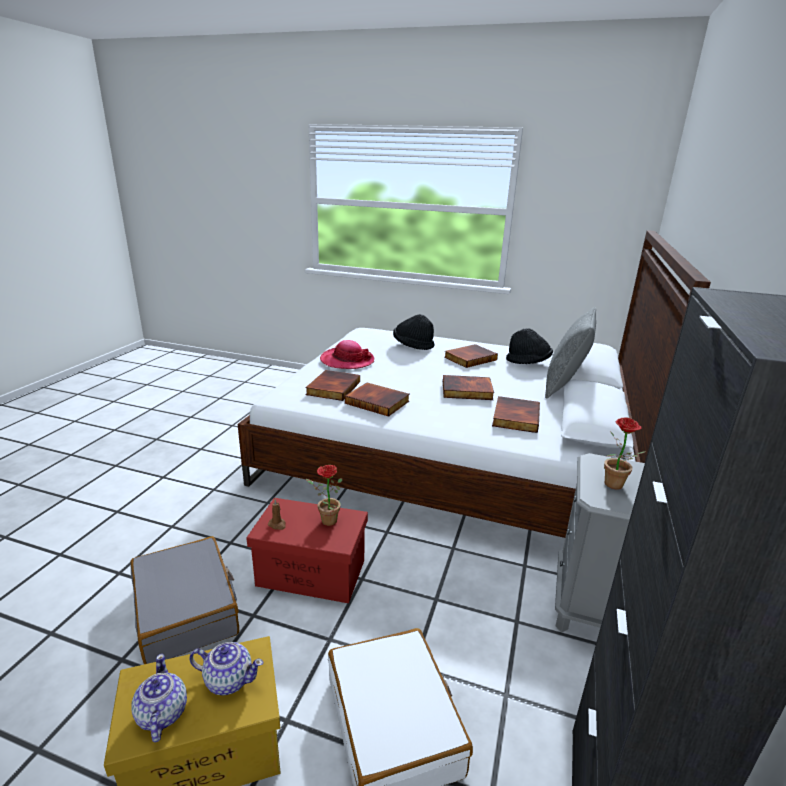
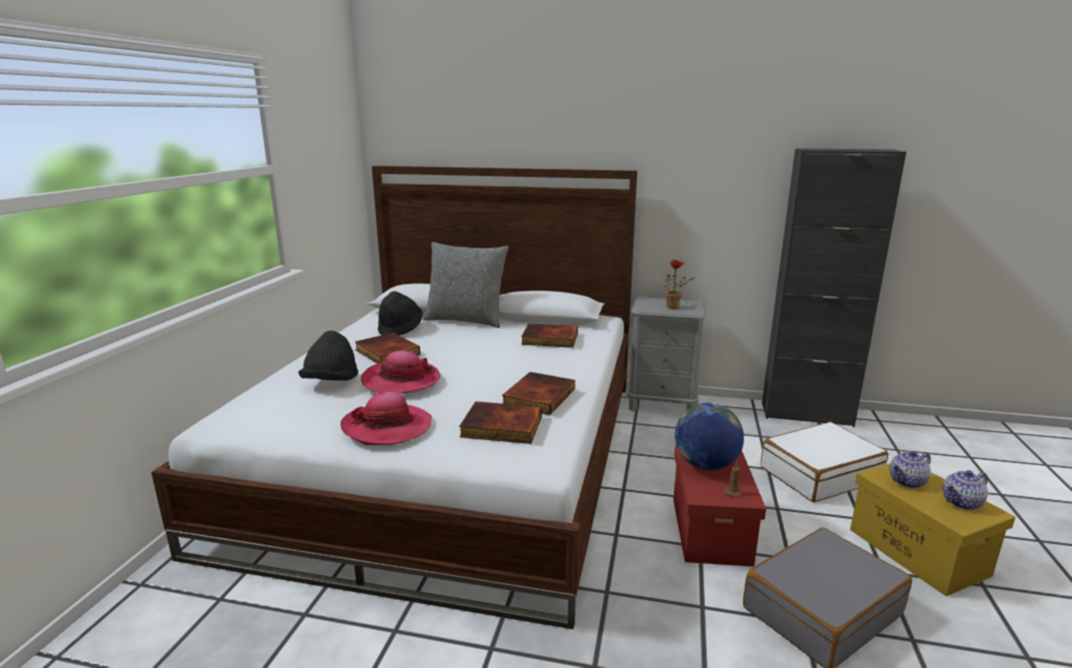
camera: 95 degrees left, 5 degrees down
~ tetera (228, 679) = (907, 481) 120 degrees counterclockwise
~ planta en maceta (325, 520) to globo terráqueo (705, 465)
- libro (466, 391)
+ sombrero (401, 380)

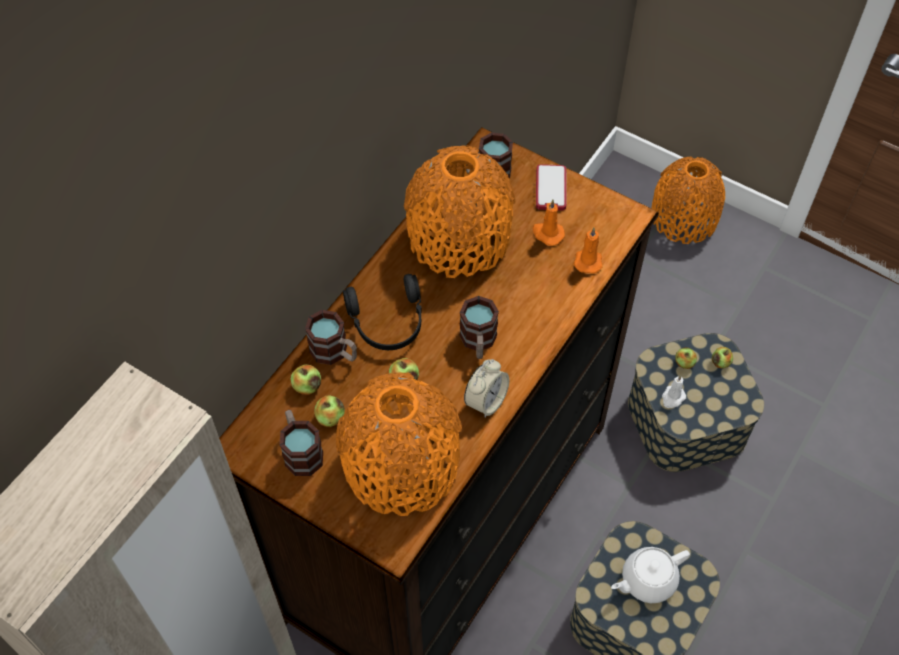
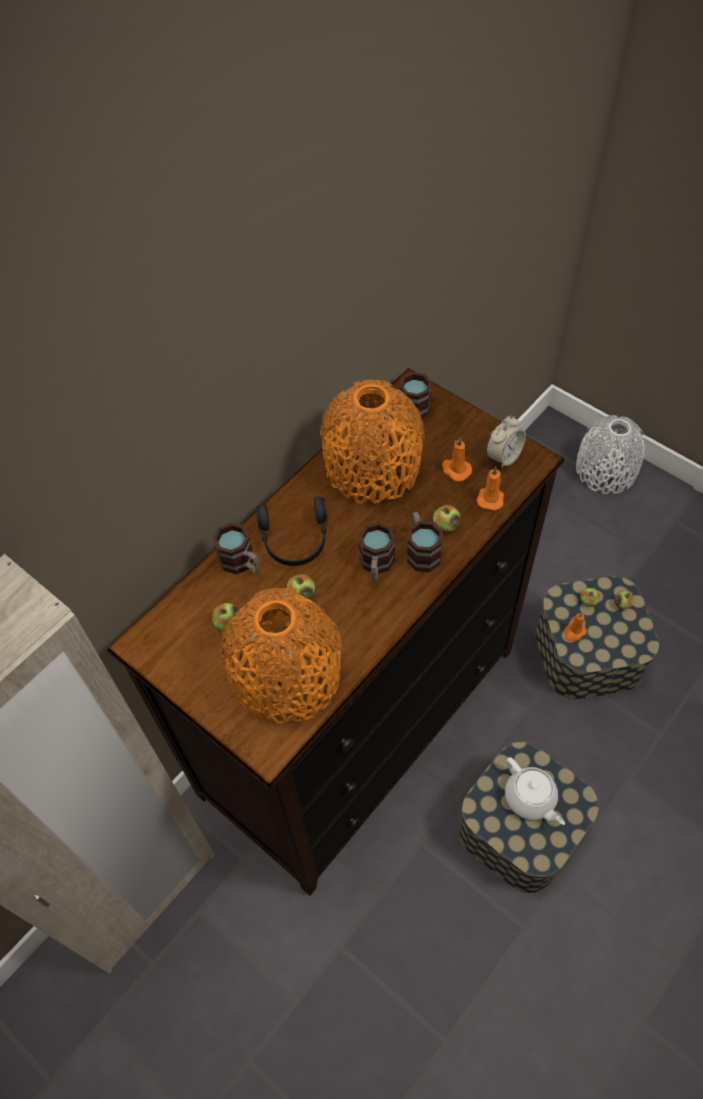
camera: 10 degrees right, 0 degrees up
~ taza grande (301, 451) to (421, 550)
~ manzana (307, 386) to (445, 525)
~ despertador (486, 401) to (503, 456)
- móvil (551, 188)
~ tetera/blanco (647, 580) = (530, 798) 105 degrees counterclockwise
~ florero/naranja (684, 218) to florero/blanco (605, 470)
~ vela/blanco (672, 398) to vela/naranja (574, 632)

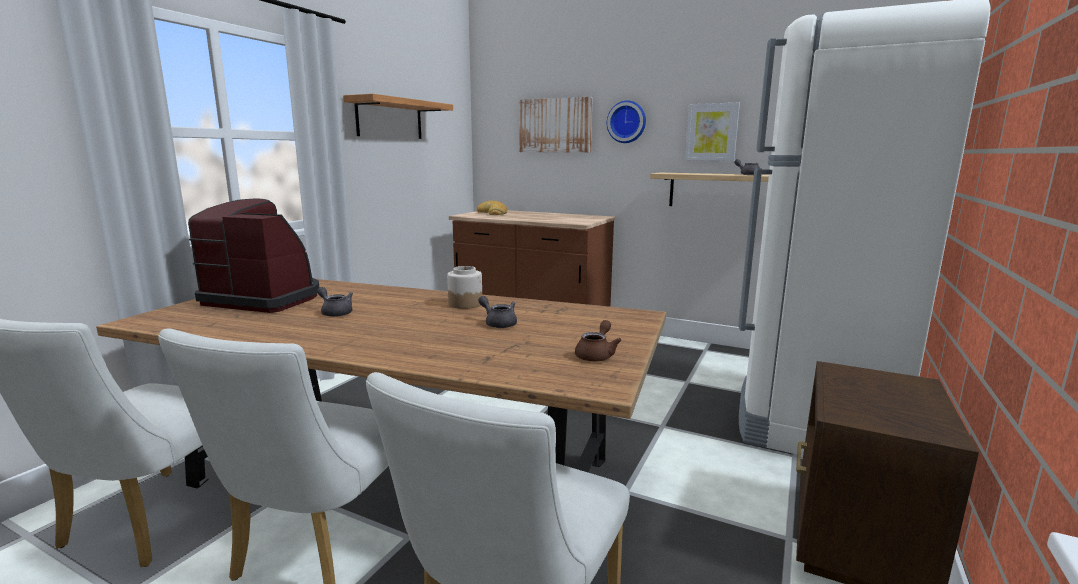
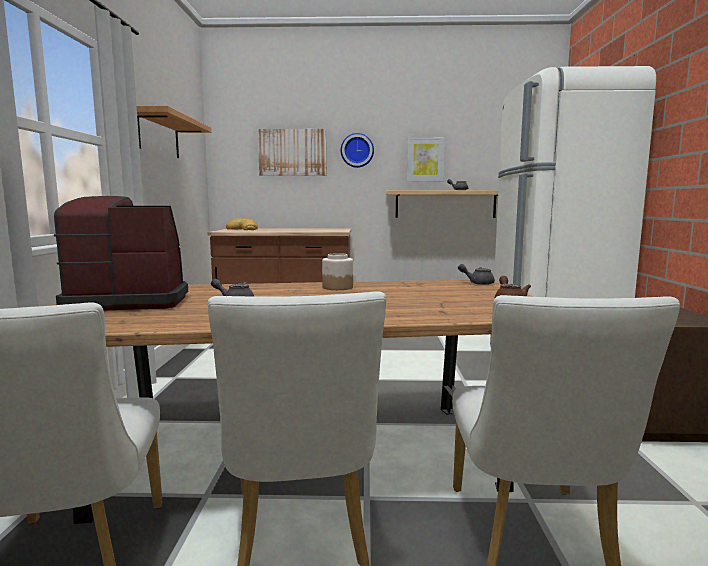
camera: 25 degrees left, 5 degrees down
~ tetera/gris (498, 323) to (477, 283)

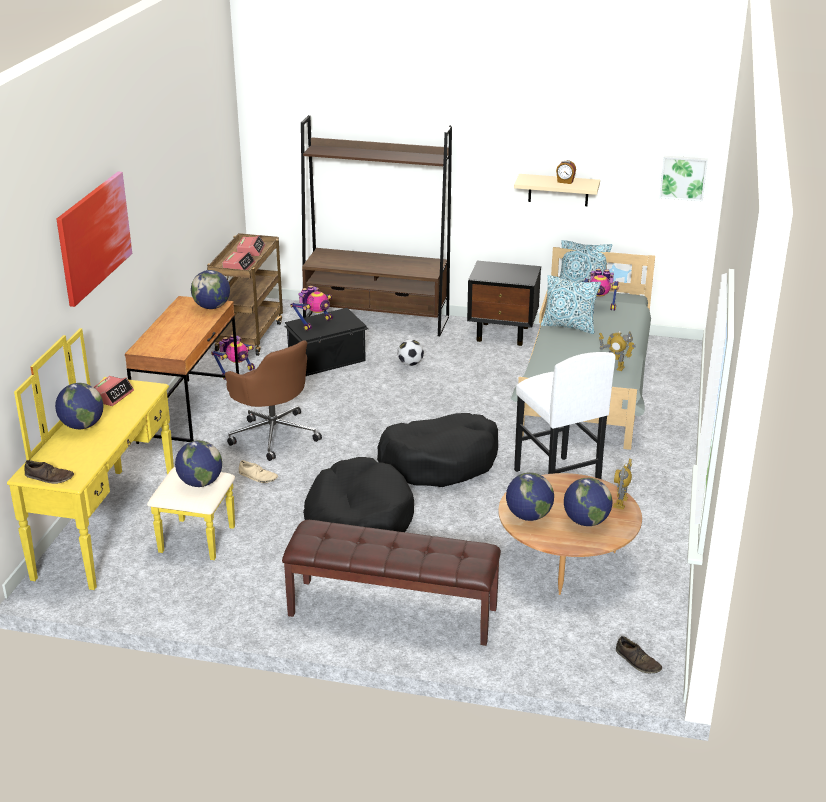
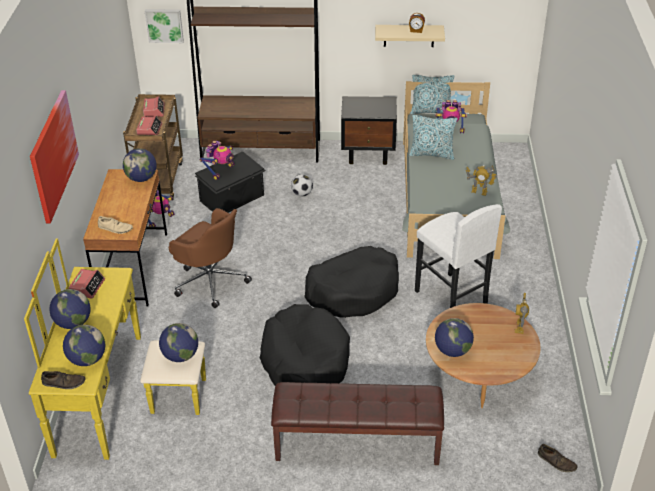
camera: 10 degrees left, 10 degrees up
~ zapato/beis (258, 477) to (115, 228)
~ globo terráqueo (586, 521) to (87, 359)
~ cuadro (683, 177) to (164, 25)

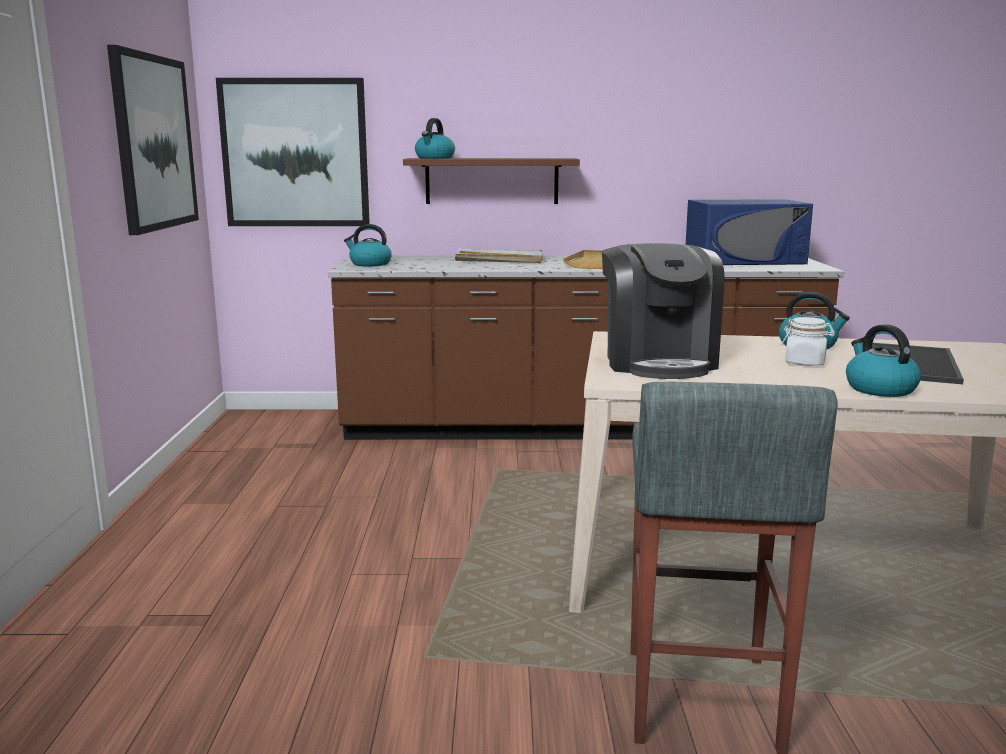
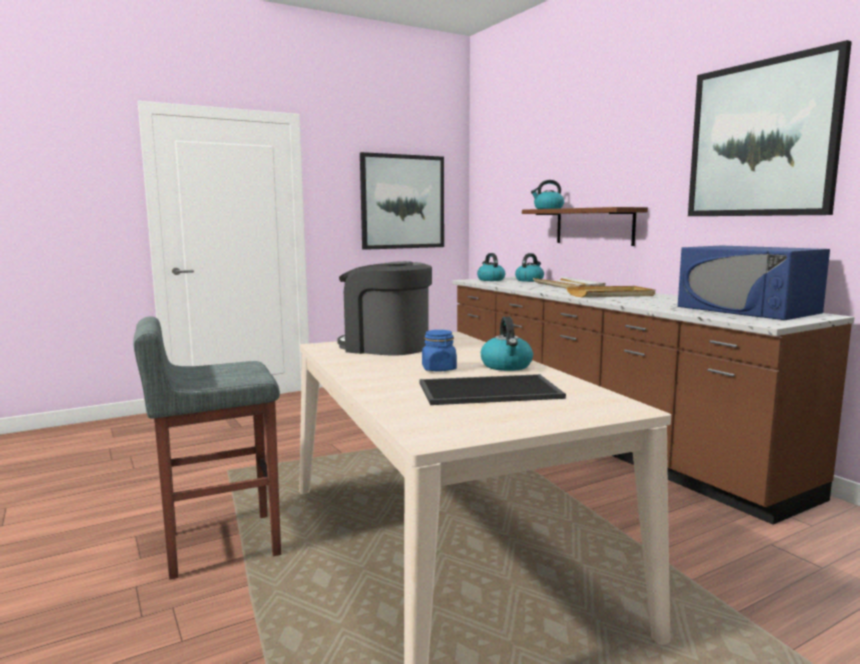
camera: 60 degrees right, 5 degrees down
~ cuadro (295, 153) to (761, 139)
~ cafetera (658, 362) = (385, 347) 60 degrees clockwise
~ tarro/blanco (805, 362) to tarro/azul (439, 369)
~ hervidor (879, 389) to (529, 280)

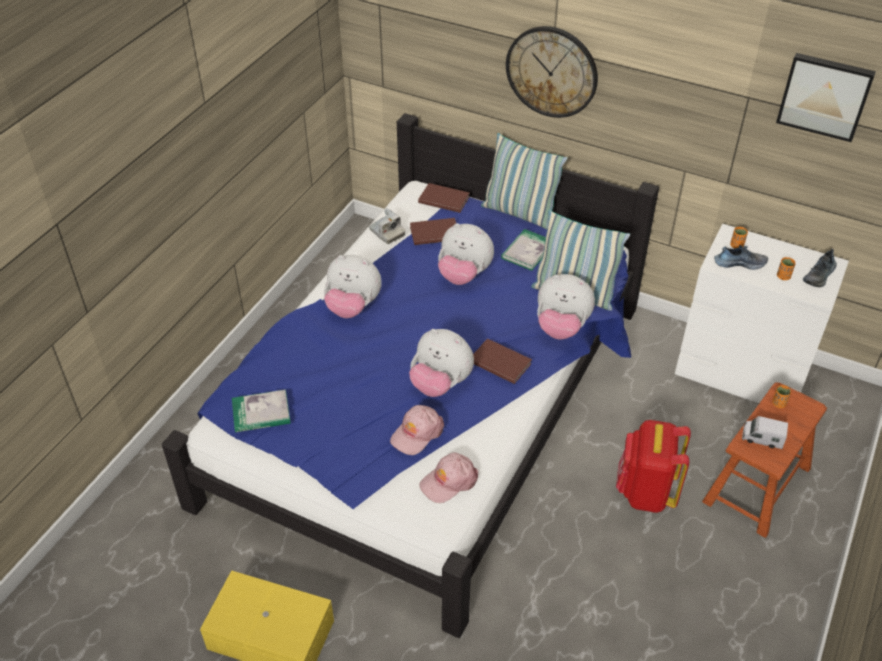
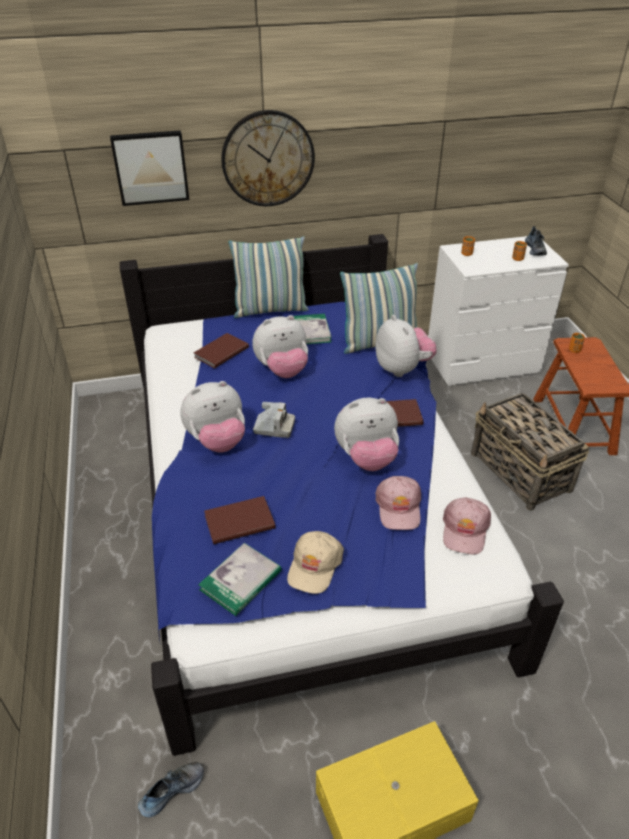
camera: 40 degrees left, 5 degrees down
~ cámara (387, 233) to (274, 428)
~ libro/marrón (443, 199) to (238, 521)
~ peluche (561, 327) = (402, 369) 90 degrees counterclockwise
~ mochila/rojo (645, 492) to cesta (521, 472)
~ zapato (739, 263) to (171, 789)
- camión de juguete (762, 438)
~ cuadro (825, 95) to (151, 167)
+ gorra/beis (314, 566)

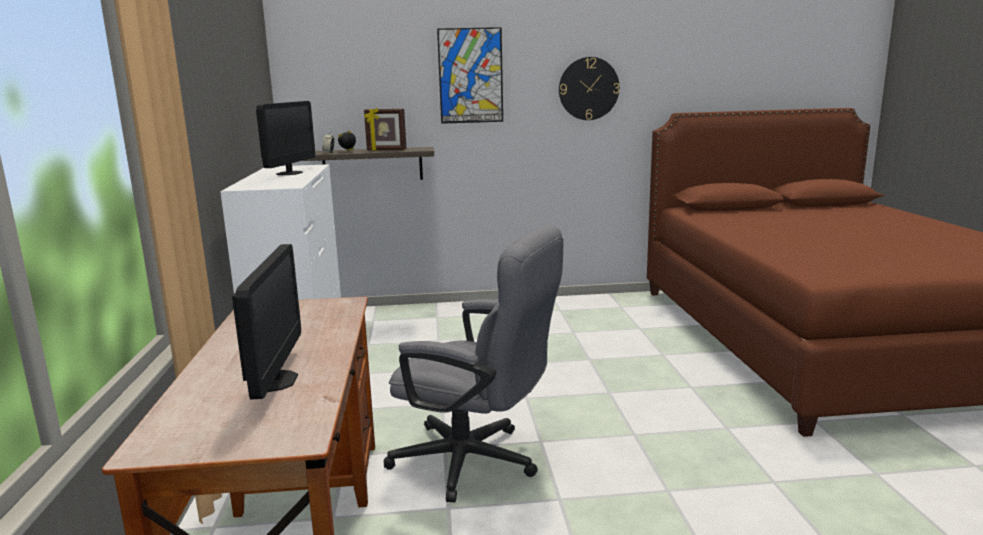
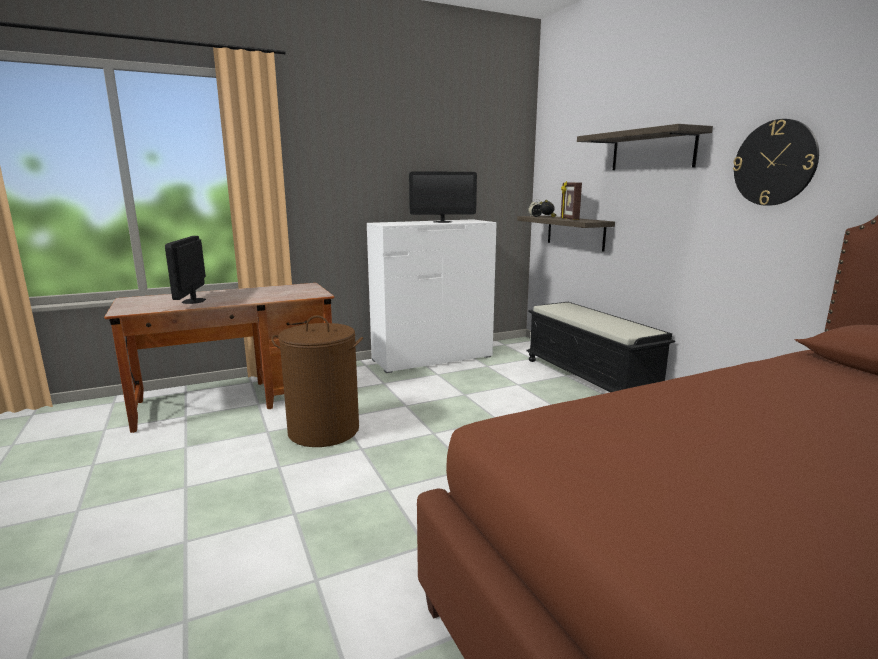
camera: 70 degrees right, 0 degrees up
~ monitor (275, 381) = (193, 301) 105 degrees clockwise
~ silla de oficina/gris (477, 463) to cesto de la ropa/marrón (323, 431)
~ cuadro (470, 76) to estante (652, 150)
+ banco/negro (590, 378)

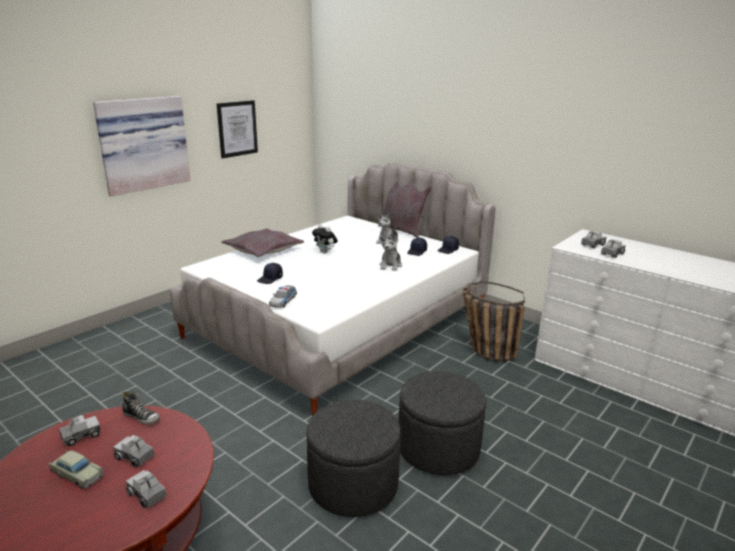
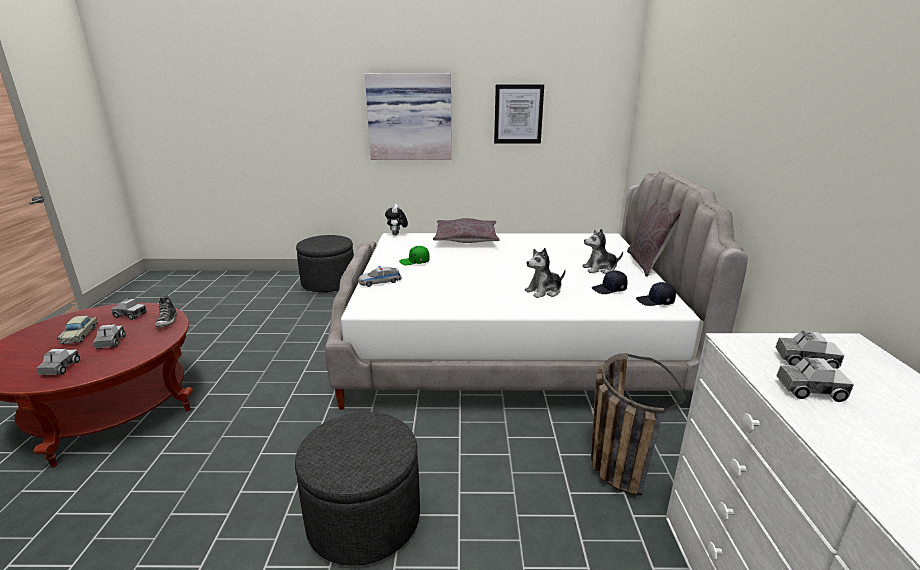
camera: 50 degrees right, 0 degrees up
~ gorra/negro (270, 279) to gorra/verde (414, 262)
~ puf/gris (353, 484) to (328, 283)
~ peluche (325, 252) to (397, 234)

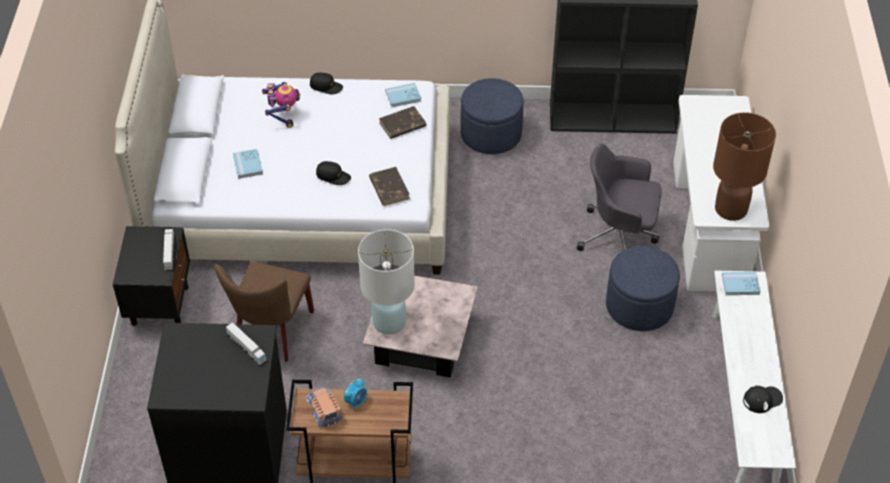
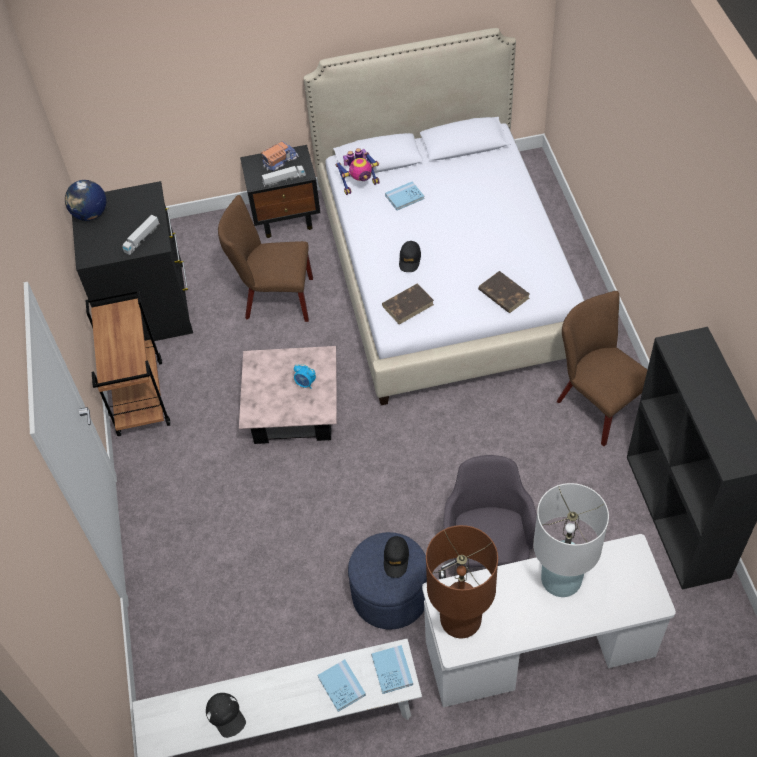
camera: 80 degrees right, 5 degrees up
~ robot de juguete (282, 115) to (360, 185)
~ camión de juguete (323, 410) to (280, 161)
~ gorra/negro (326, 86) to (396, 559)
~ despertador (356, 402) to (305, 383)
~ lámpara de mesa/blanco (389, 322) to (560, 579)
~ libro/azul (403, 96) to (341, 686)
~ puf/azul (491, 134) to silla/marrón (596, 403)
+ globo terráqueo (90, 214)

